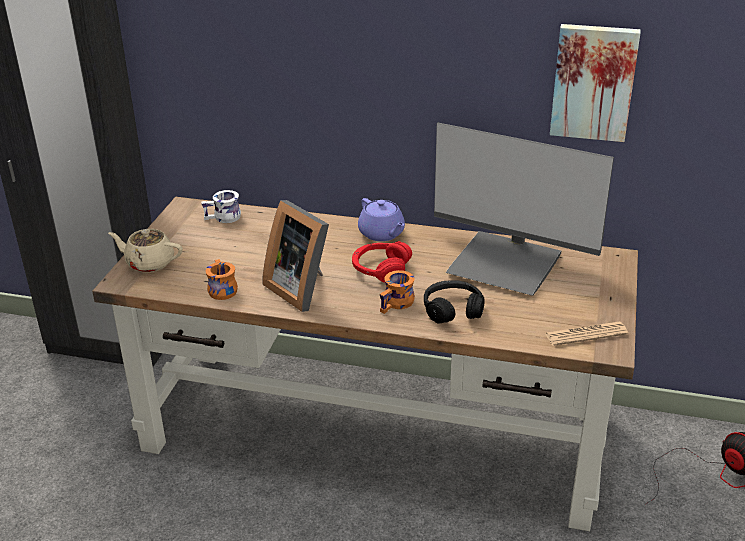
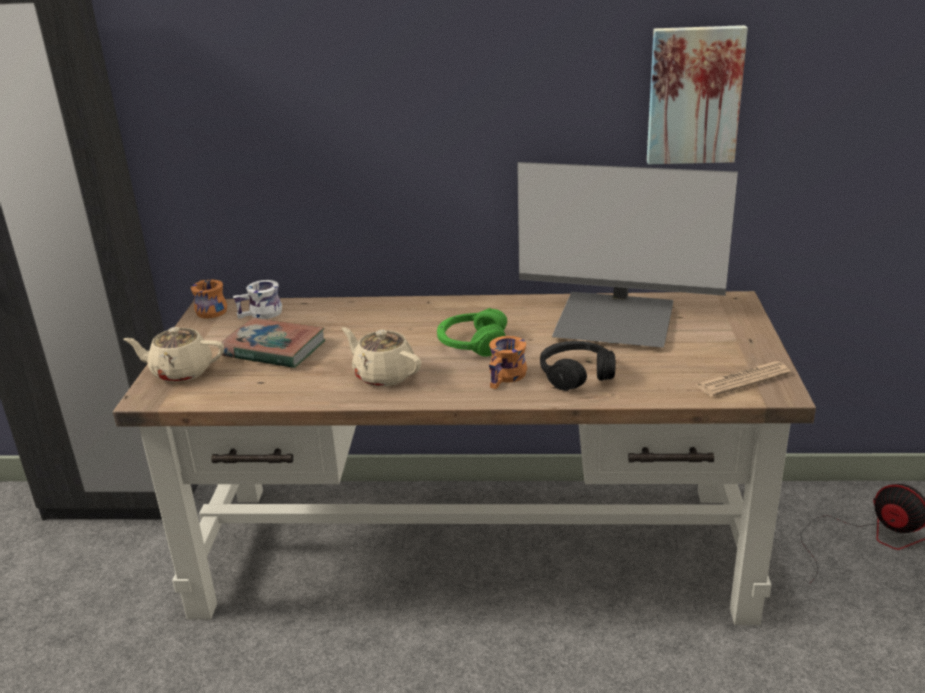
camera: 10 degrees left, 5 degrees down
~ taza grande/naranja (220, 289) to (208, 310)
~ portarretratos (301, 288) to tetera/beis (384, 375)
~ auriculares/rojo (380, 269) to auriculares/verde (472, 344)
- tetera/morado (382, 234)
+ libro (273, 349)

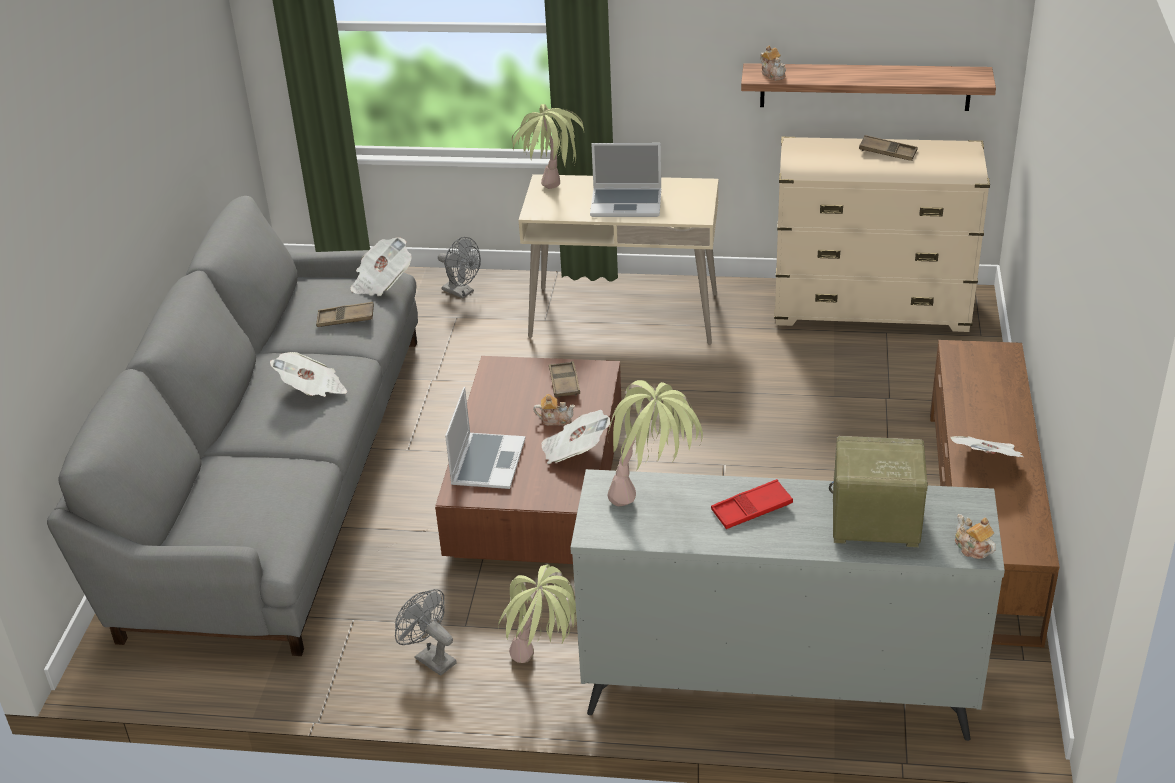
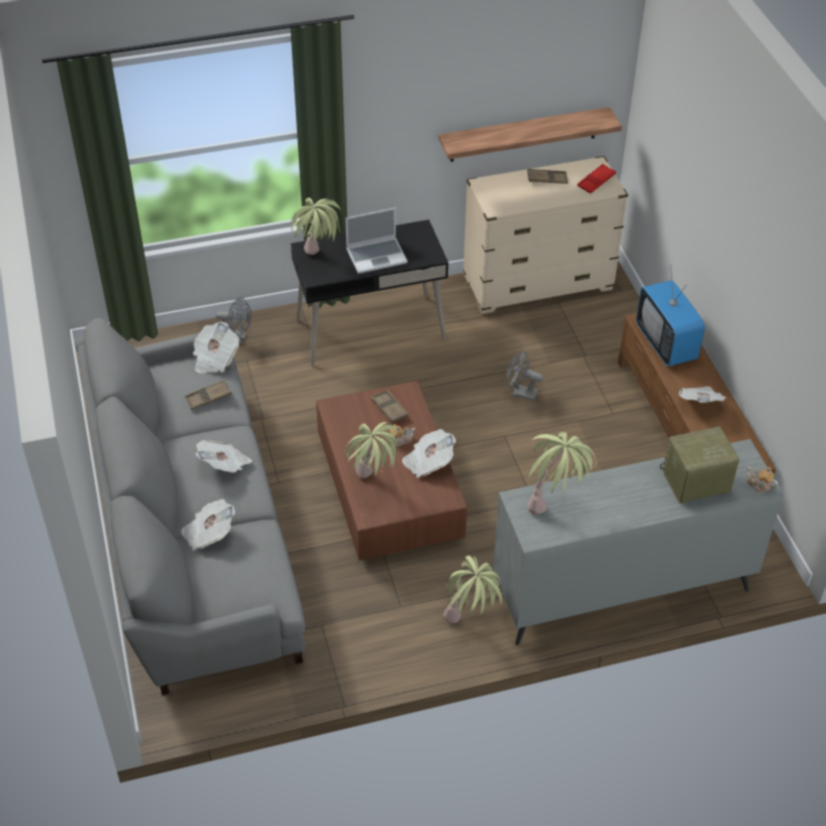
camera: 25 degrees left, 10 degrees up
~ ventilador/gris (430, 658) to (520, 393)
~ portátil (487, 462) to planta en maceta (373, 486)
~ escritorio/beis (624, 315) to escritorio/negro (370, 330)
~ bandeja/rojo (751, 509) to (596, 181)
- tetera (773, 74)
+ periódico (209, 534)
+ televisor (666, 343)

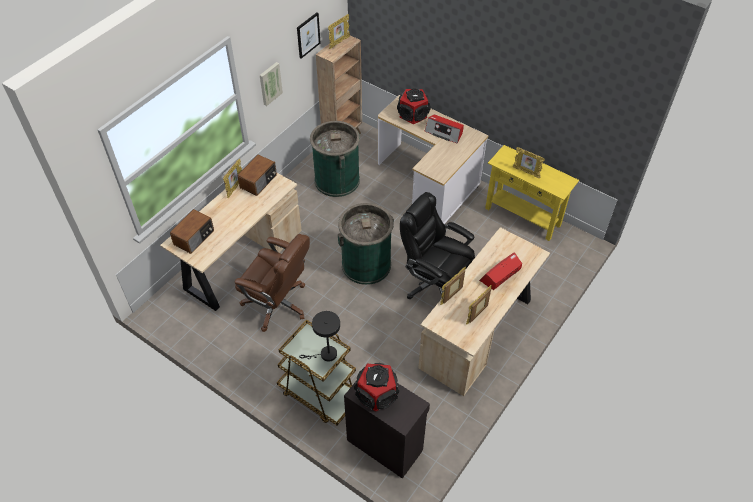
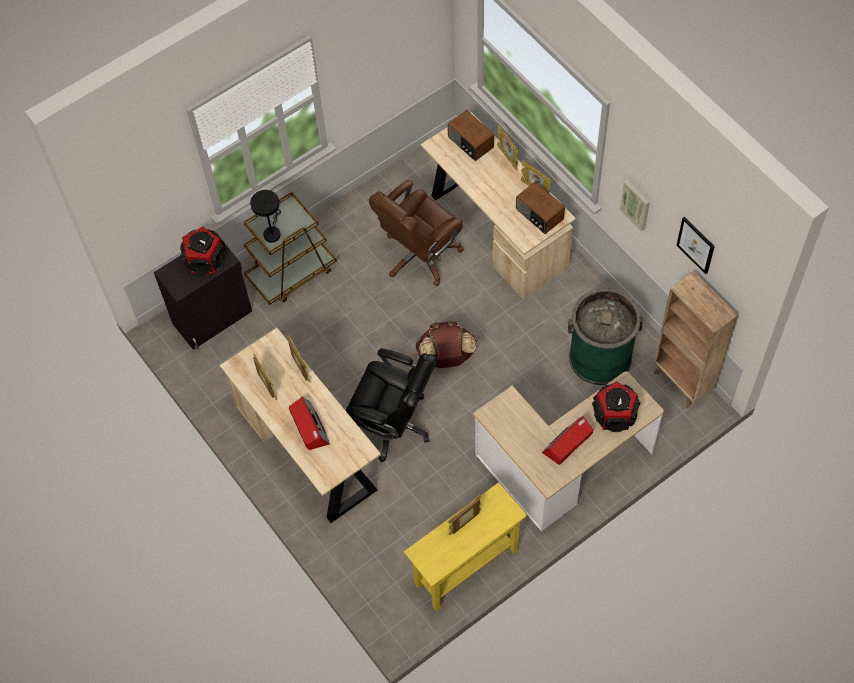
camera: 110 degrees right, 10 degrees up
~ portarretratos (339, 42) to (507, 158)
~ papelera/verde (366, 264) to mochila/marrón (446, 357)
~ silla de oficina/negro (435, 283) = (393, 424) 60 degrees clockwise

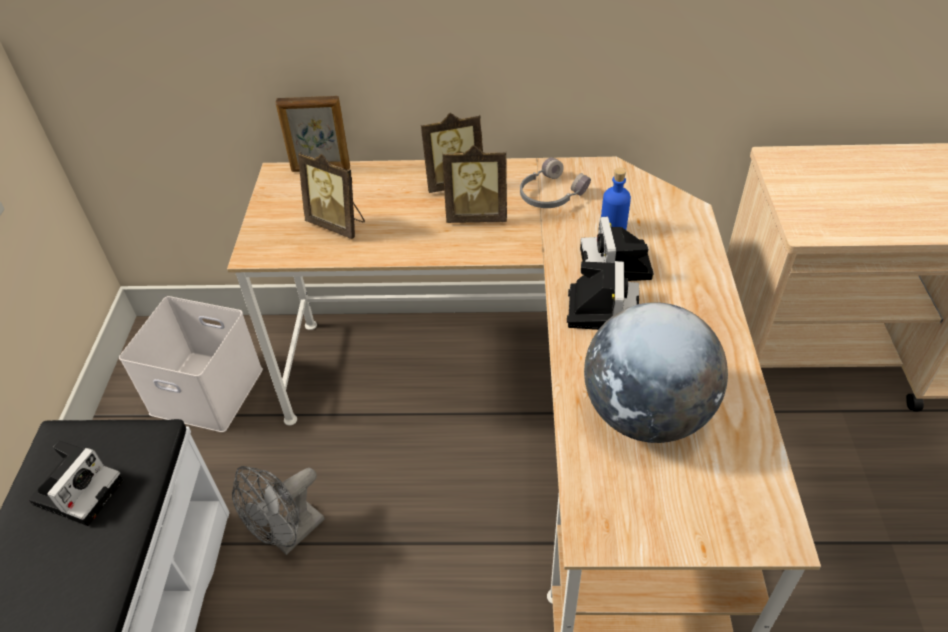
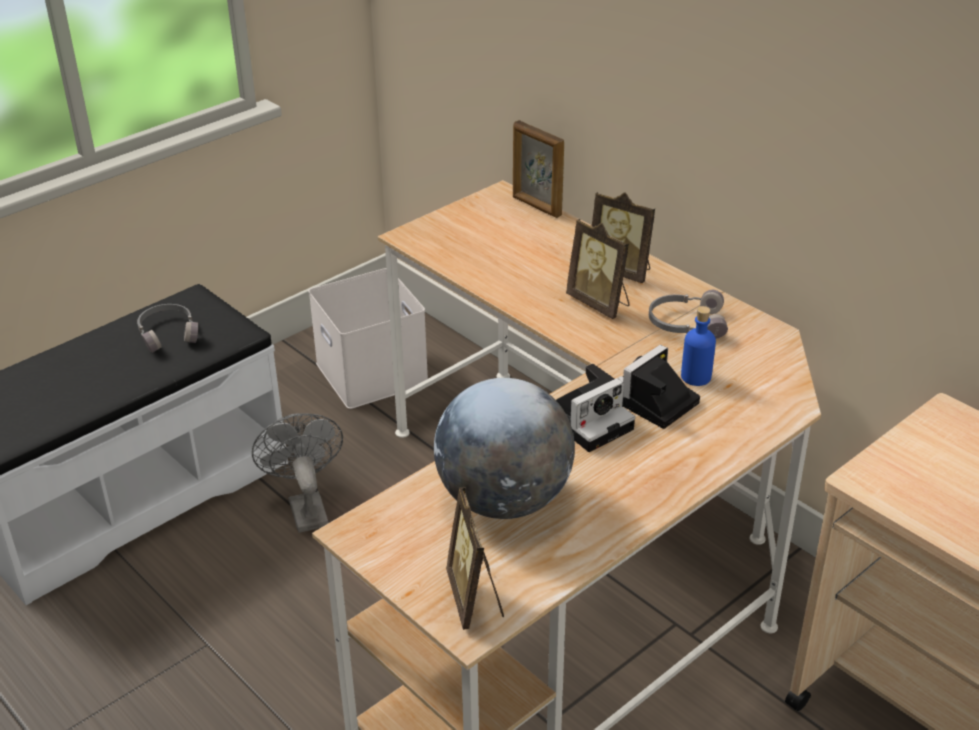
camera: 45 degrees right, 10 degrees down
~ cámara (80, 489) to auriculares/gris (169, 333)
~ ventilador/gris (289, 536) = (305, 507) 75 degrees clockwise
~ portarretratos (338, 224) to (475, 598)

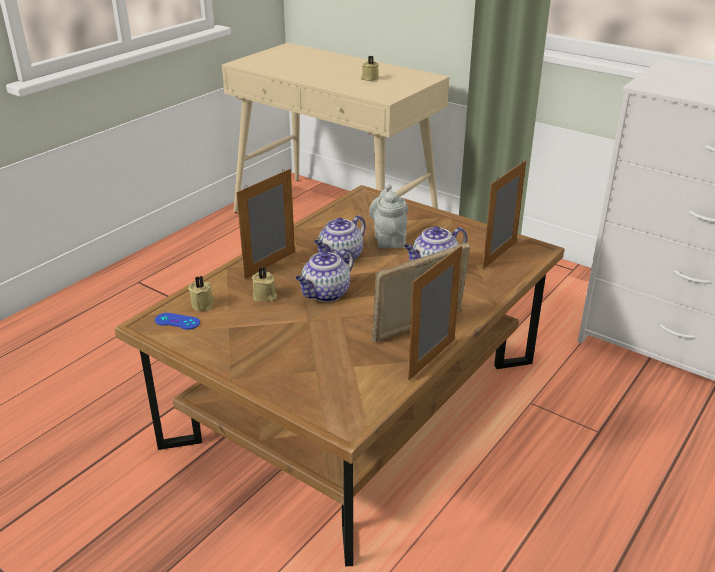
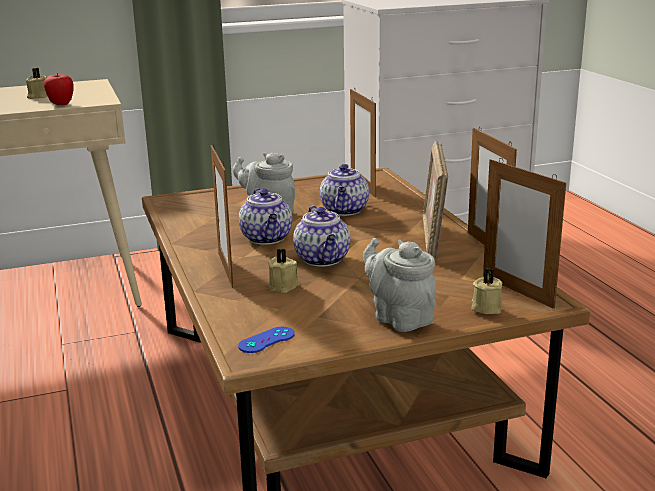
camera: 55 degrees left, 10 degrees down
~ vela/beis (203, 304) to (486, 307)
+ manzana (61, 104)
+ tetera/gris (399, 318)
+ portarretratos (517, 291)

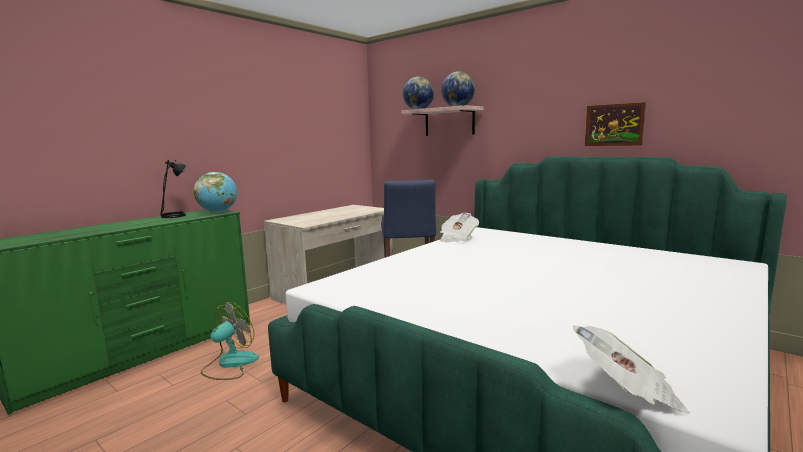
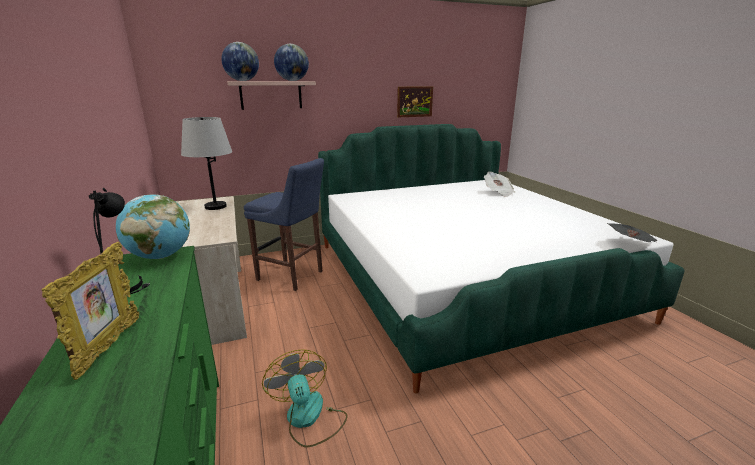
camera: 60 degrees left, 10 degrees up
~ periódico (457, 238) to (498, 192)
+ portarretratos (108, 346)
+ lámpara de mesa/gris (215, 207)

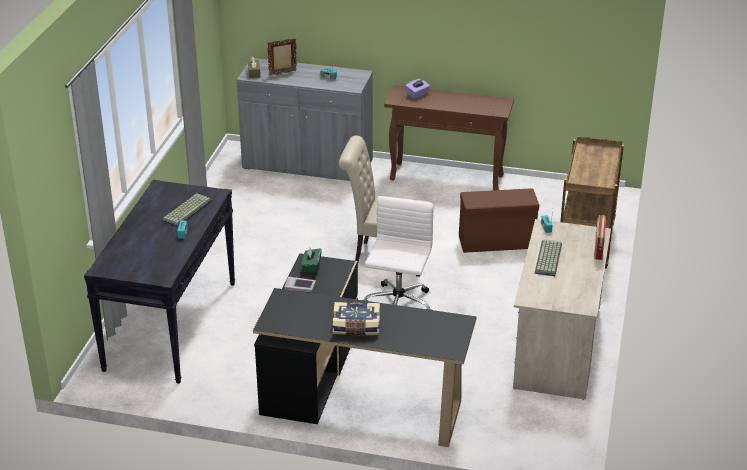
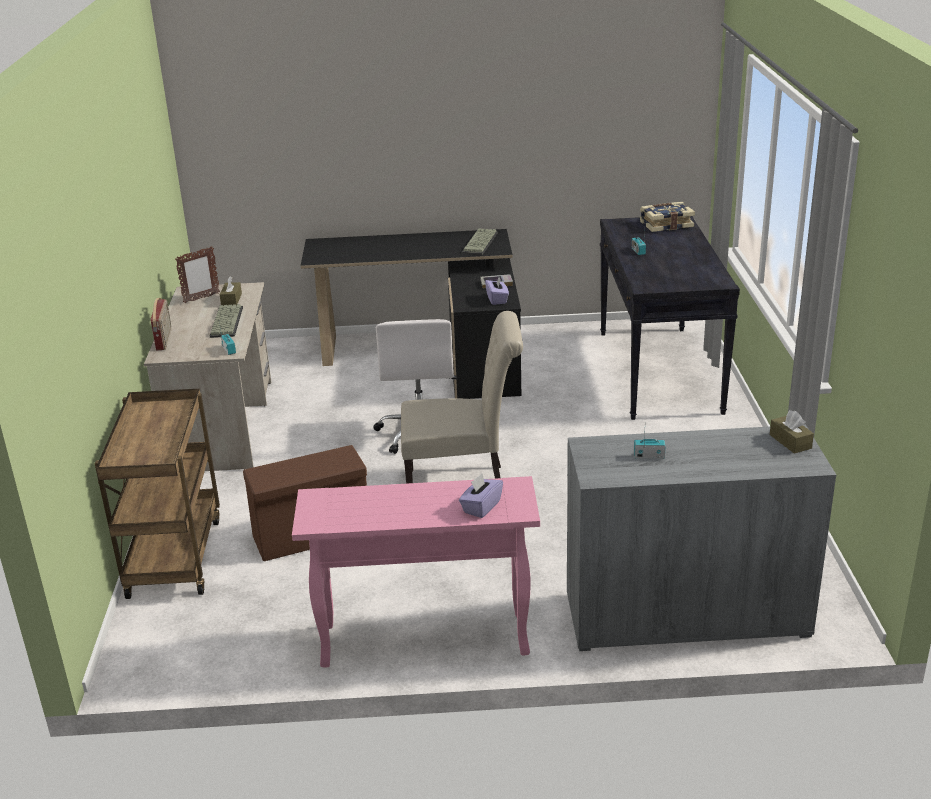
camera: 165 degrees right, 5 degrees down
~ teclado (187, 210) to (480, 243)
~ portarretratos (283, 73) to (201, 298)
~ caja de pañuelos/verde (311, 267) to caja de pañuelos/morado (497, 299)
~ libro (356, 327) to (666, 224)
~ mesa consola/marrón (447, 178) to mesa consola/rosa (423, 640)
+ caja de pañuelos/marrón (231, 300)

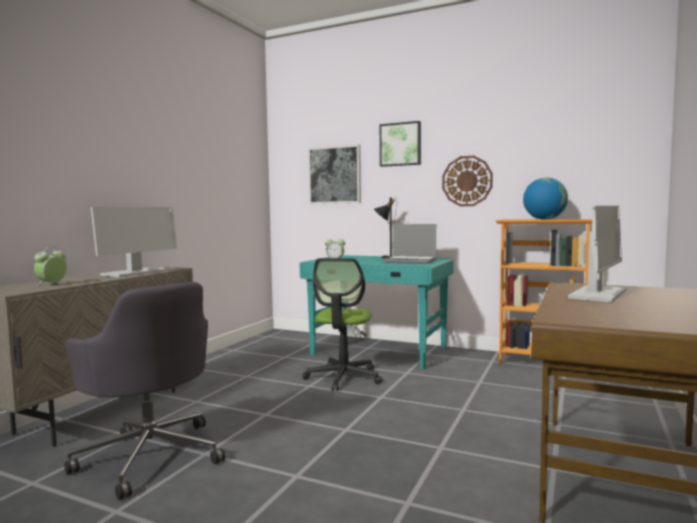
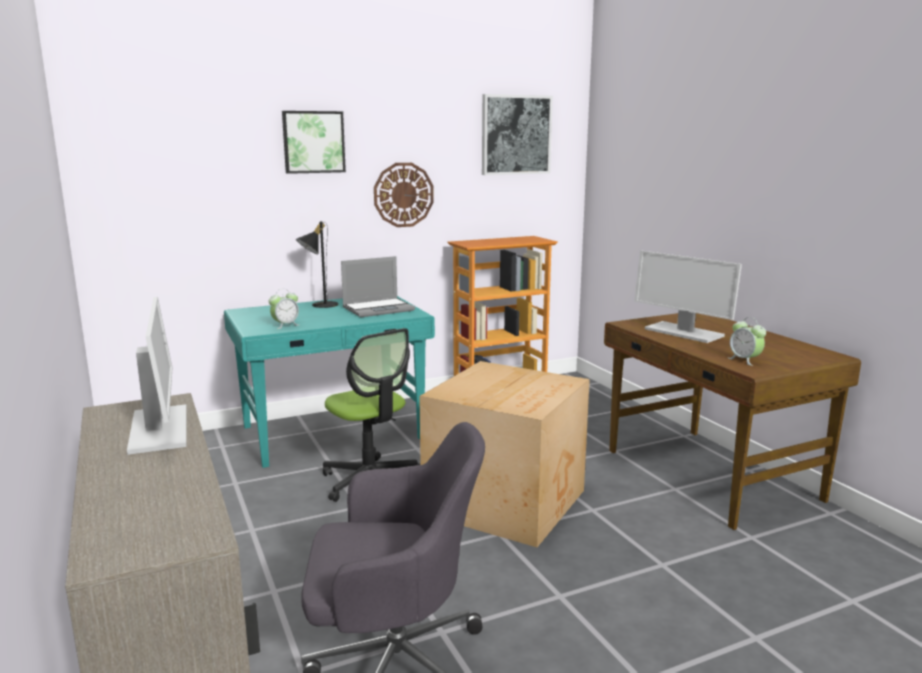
camera: 50 degrees left, 10 degrees up
~ despertador (51, 284) to (744, 360)
~ cuadro (335, 175) to (516, 135)
- globo terráqueo (544, 219)
~ monitor (598, 294) = (682, 332) 150 degrees clockwise
+ caja de cartón (507, 501)

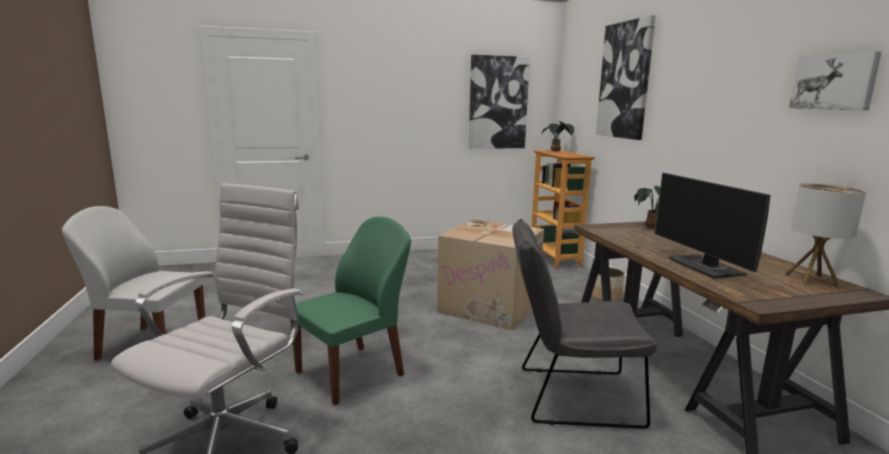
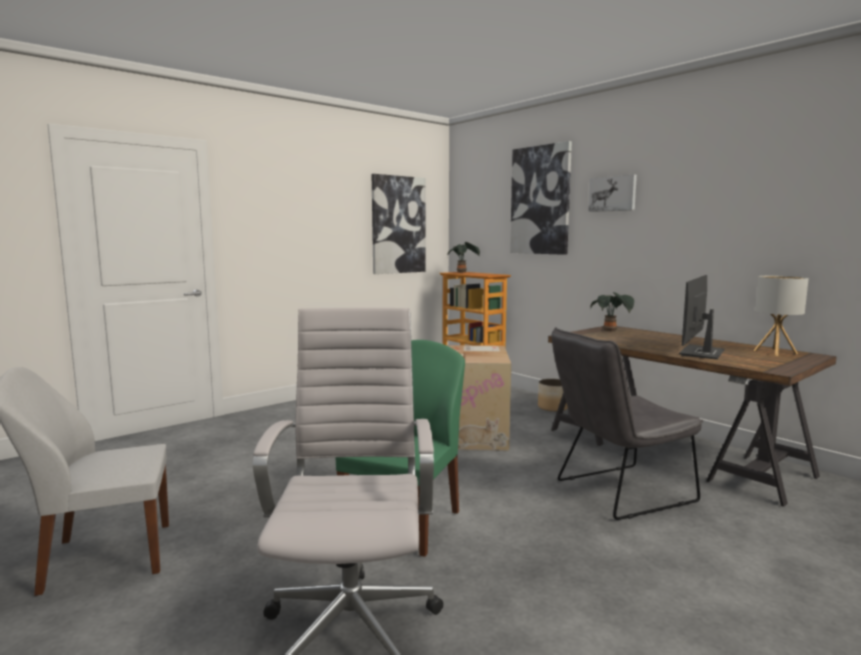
camera: 25 degrees left, 5 degrees down
~ monitor (707, 267) = (702, 353) 75 degrees clockwise
~ cuadro (834, 82) to (613, 194)

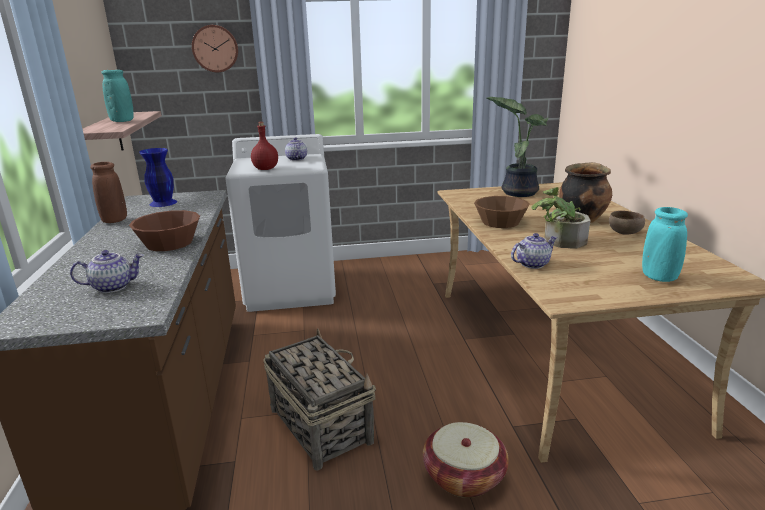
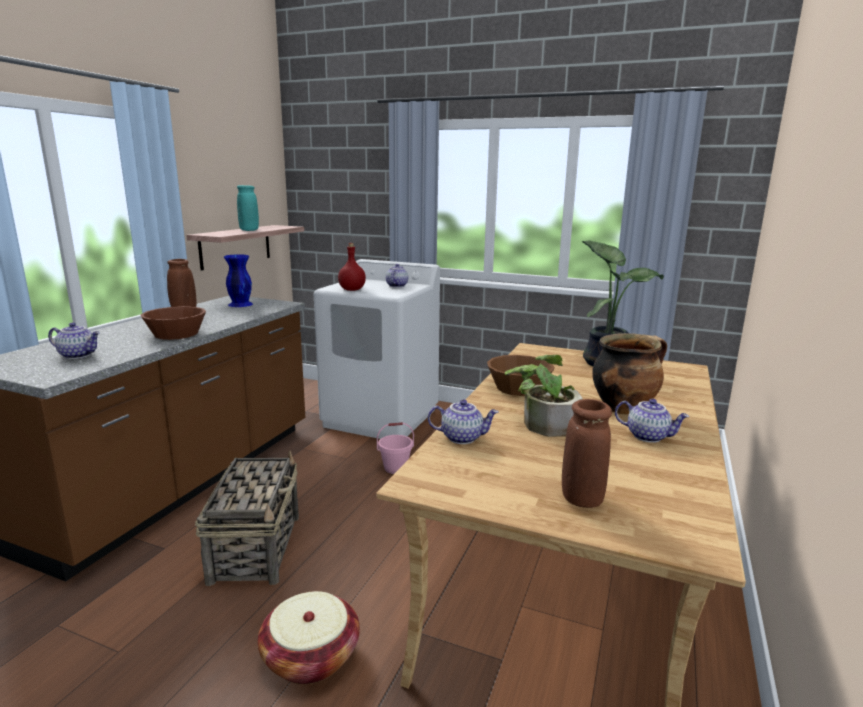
camera: 30 degrees right, 5 degrees down
- reloj de pared (215, 48)
~ cuenco/marrón (624, 232) to tetera (648, 436)
~ florero/turquesa (658, 277) to florero/marrón (581, 499)
+ cubo/rosa (395, 468)

